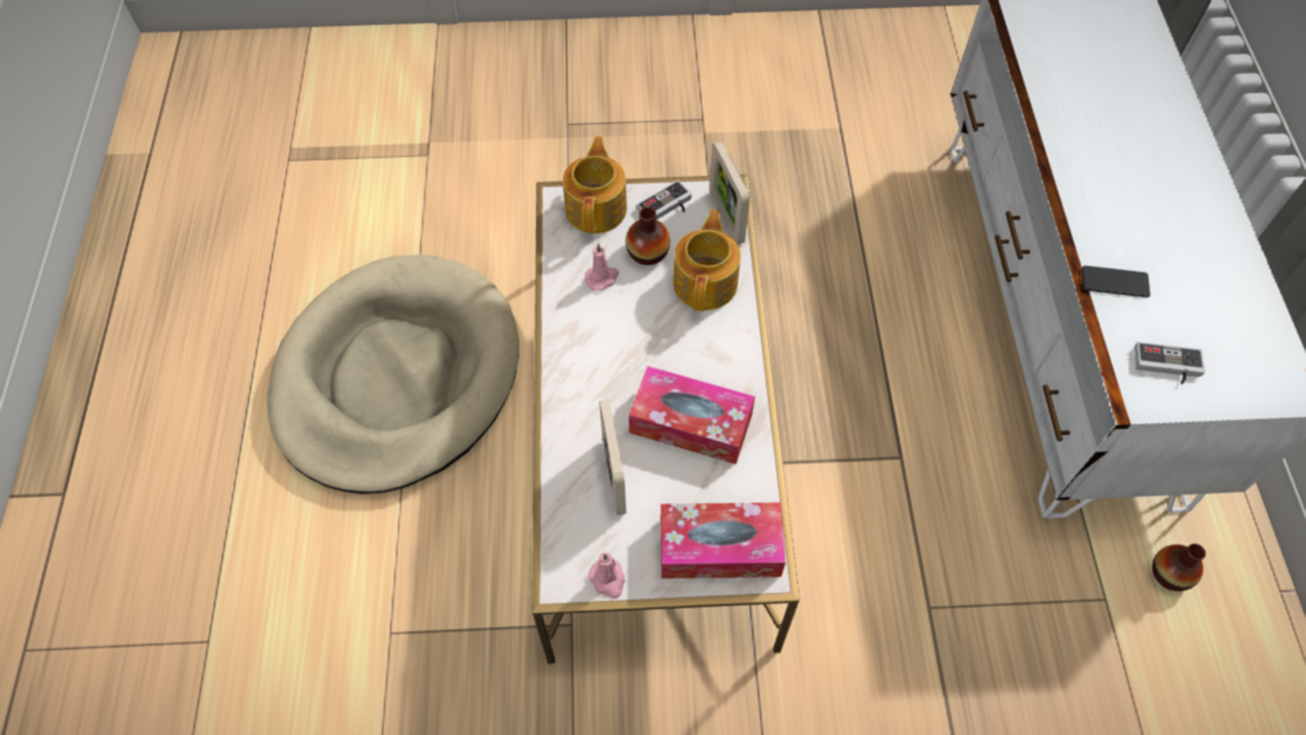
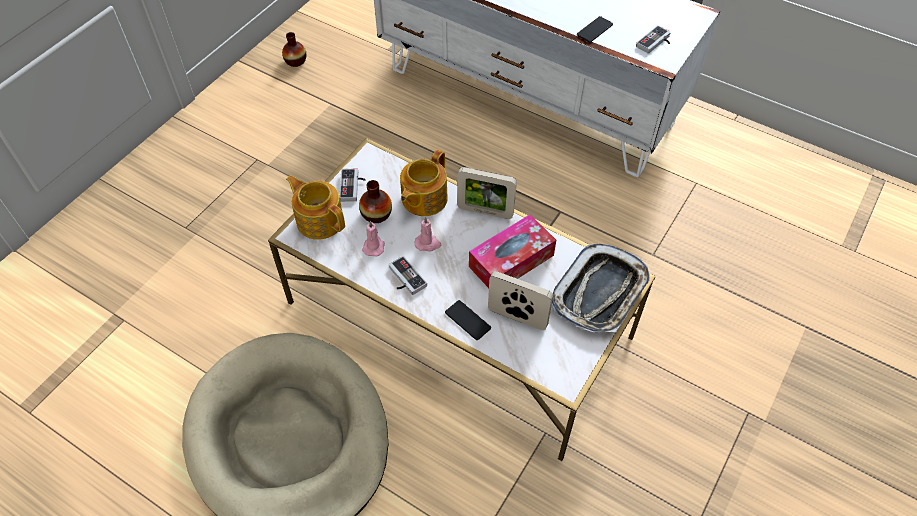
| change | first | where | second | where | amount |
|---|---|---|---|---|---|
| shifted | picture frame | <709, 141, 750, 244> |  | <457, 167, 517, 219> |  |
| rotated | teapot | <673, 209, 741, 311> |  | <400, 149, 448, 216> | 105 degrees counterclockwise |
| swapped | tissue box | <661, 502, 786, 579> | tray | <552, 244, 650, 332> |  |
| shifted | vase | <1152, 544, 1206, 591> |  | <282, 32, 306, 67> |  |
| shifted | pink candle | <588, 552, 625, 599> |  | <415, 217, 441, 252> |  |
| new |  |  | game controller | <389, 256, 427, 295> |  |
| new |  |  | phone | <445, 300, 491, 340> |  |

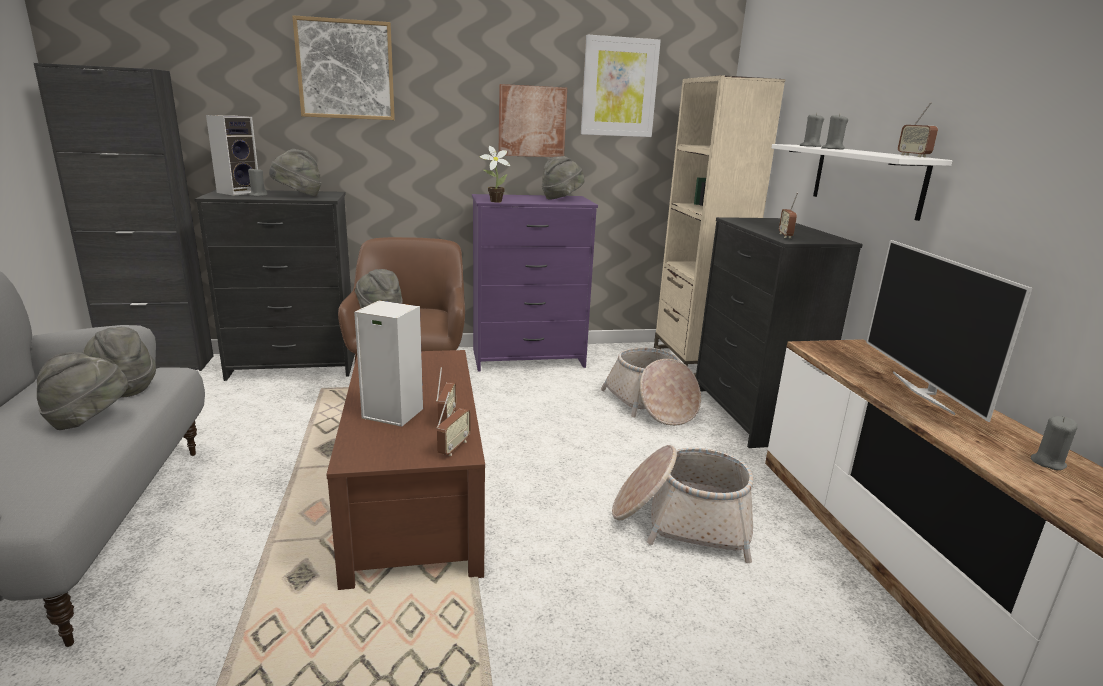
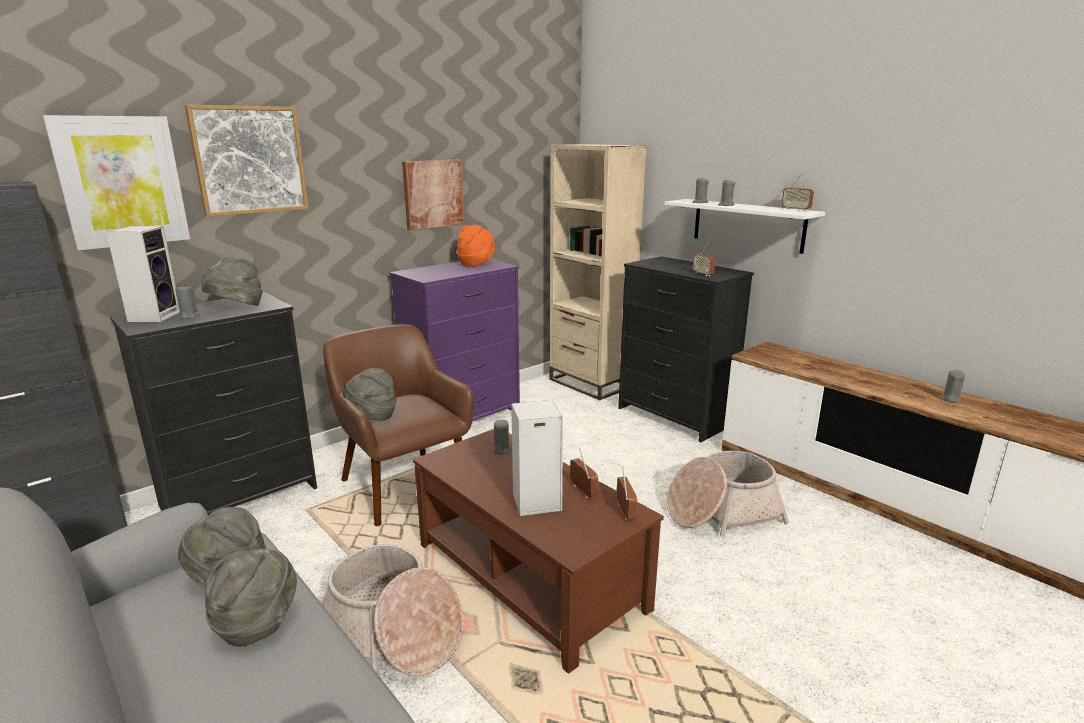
| change | first | where | second | where | amount |
|---|---|---|---|---|---|
| shifted | picture | <581, 35, 661, 137> |  | <43, 115, 190, 251> |  |
| gone | potted plant | <480, 146, 510, 202> |  |  |  |
| repainted | grey hat | <542, 156, 585, 200> | orange hat | <457, 225, 495, 267> |  |
| gone | television | <866, 240, 1032, 422> |  |  |  |
| shifted | basket | <601, 348, 701, 426> |  | <321, 544, 464, 676> |  |
| new |  |  | grey candle | <492, 420, 511, 454> |  |

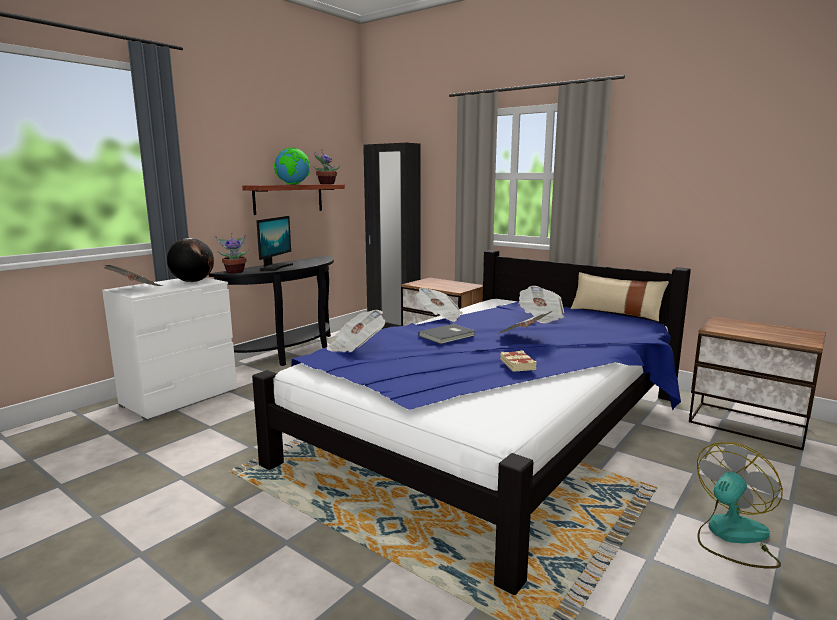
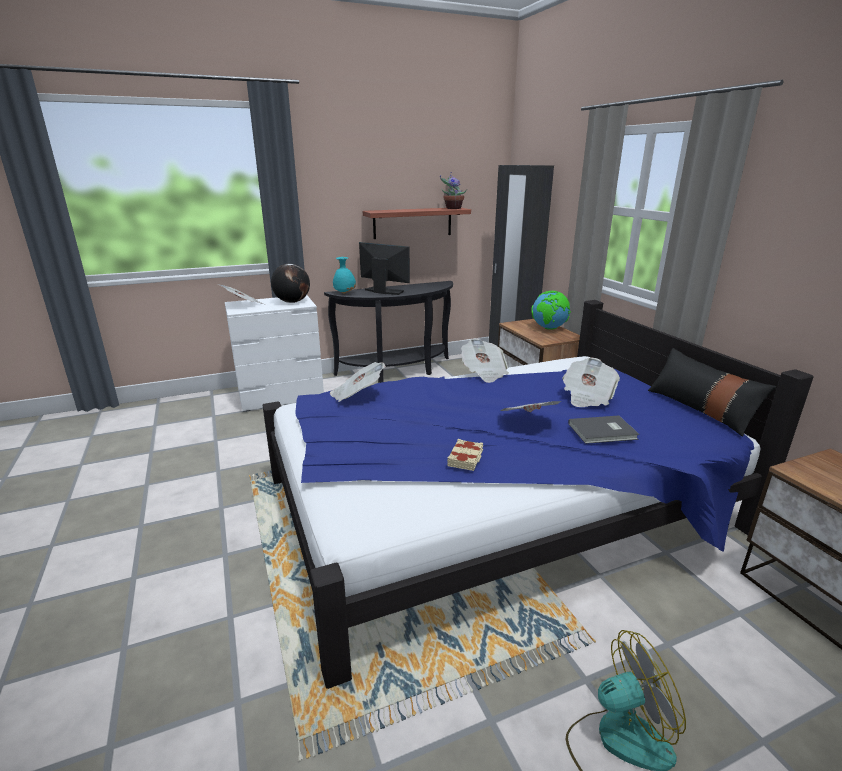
| change | first | where | second | where | amount |
|---|---|---|---|---|---|
| shifted | globe | <274, 148, 310, 185> |  | <531, 291, 571, 330> |  |
| rotated | monitor | <256, 216, 293, 271> |  | <359, 242, 410, 295> | 105 degrees counterclockwise |
| swapped | potted plant | <216, 233, 249, 273> | turquoise vase | <333, 257, 356, 294> |  |
| repainted | beige pillow | <570, 272, 669, 322> | black pillow | <648, 348, 776, 436> |  |
| shifted | grey book | <418, 324, 476, 344> |  | <568, 416, 639, 444> |  |

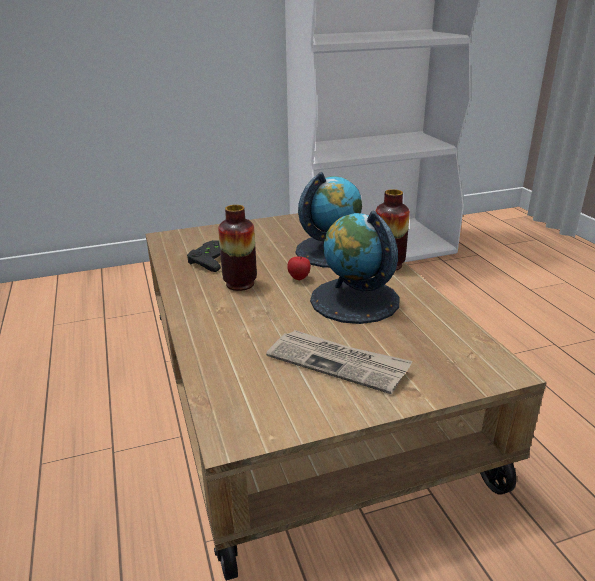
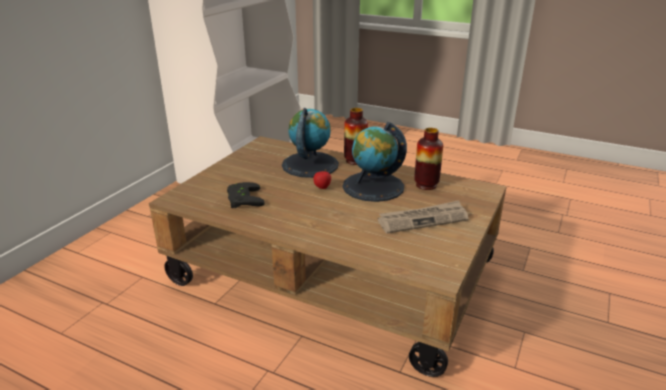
| change | first | where | second | where | amount |
|---|---|---|---|---|---|
| shifted | vase | <218, 205, 257, 291> |  | <414, 128, 443, 190> |  |

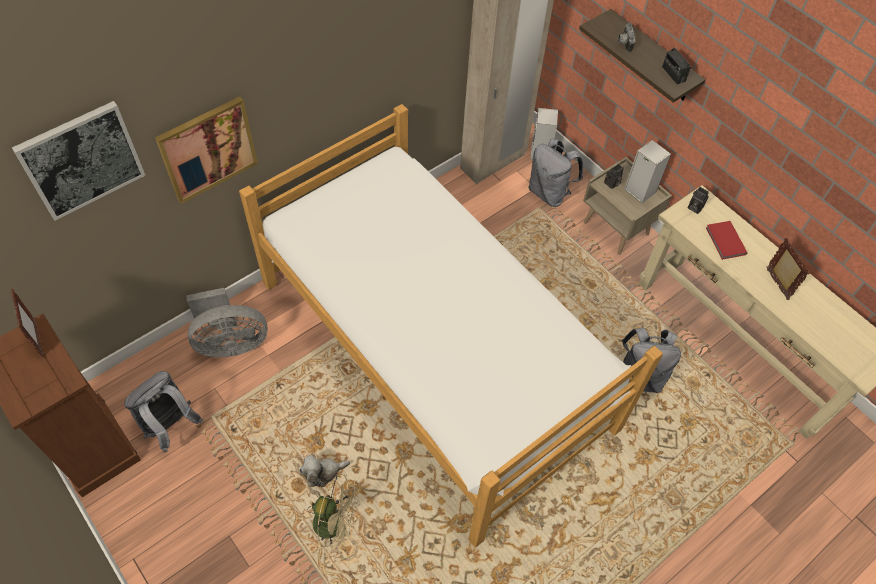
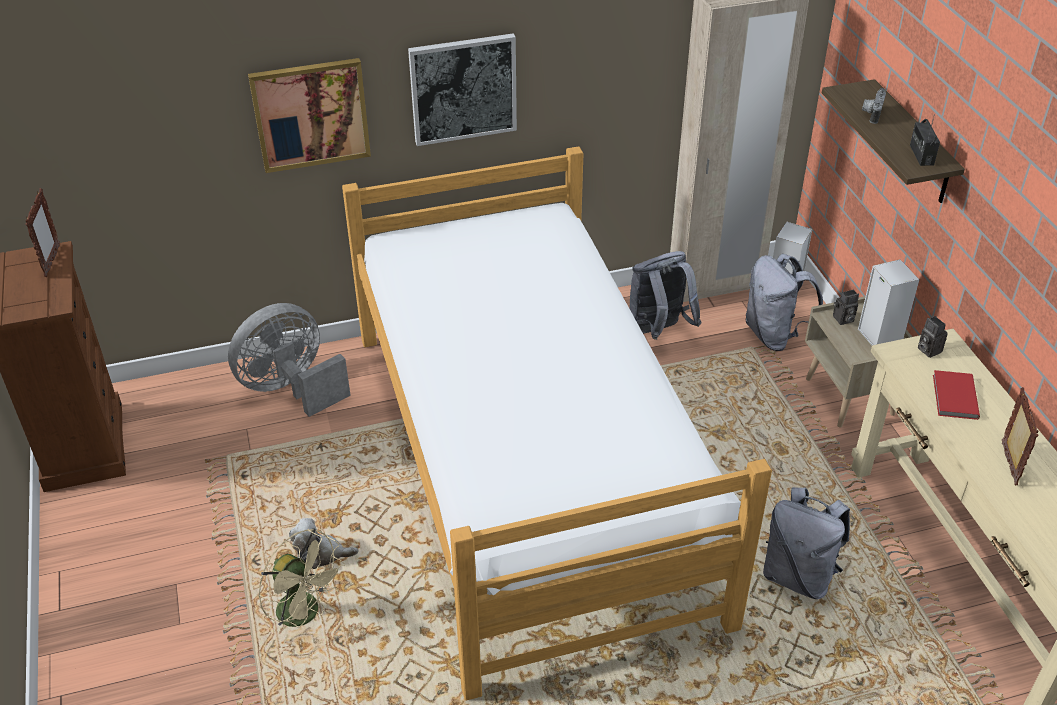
| change | first | where | second | where | amount |
|---|---|---|---|---|---|
| shifted | picture | <12, 101, 145, 221> |  | <408, 33, 517, 146> |  |
| rotated | grey fan | <186, 288, 268, 357> |  | <228, 303, 351, 417> | 135 degrees clockwise |
| shifted | grey backpack | <124, 371, 203, 453> |  | <629, 251, 701, 340> |  |

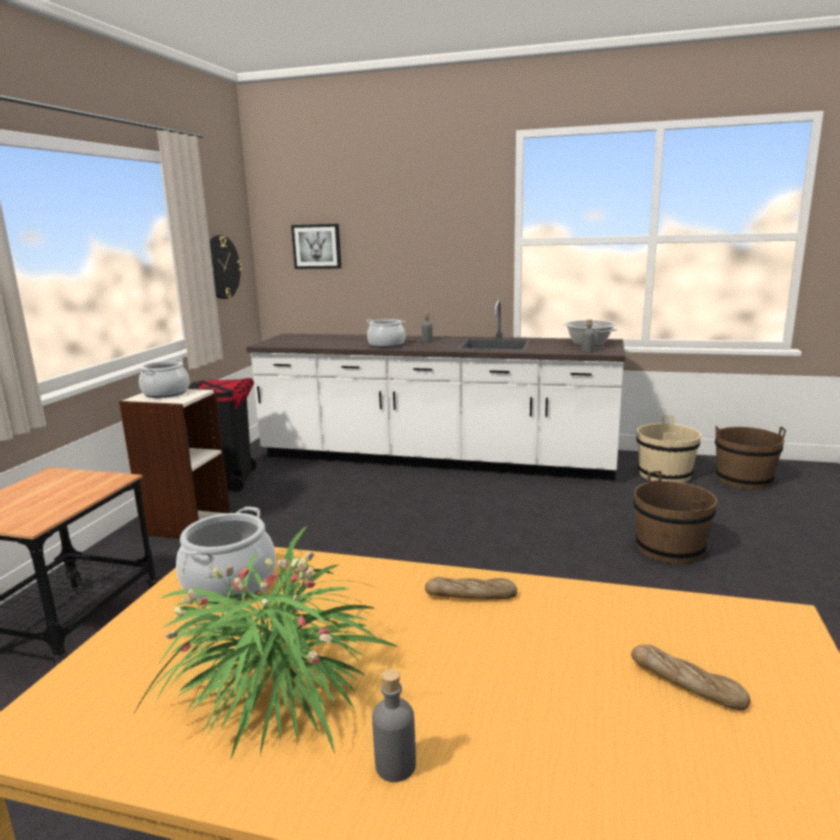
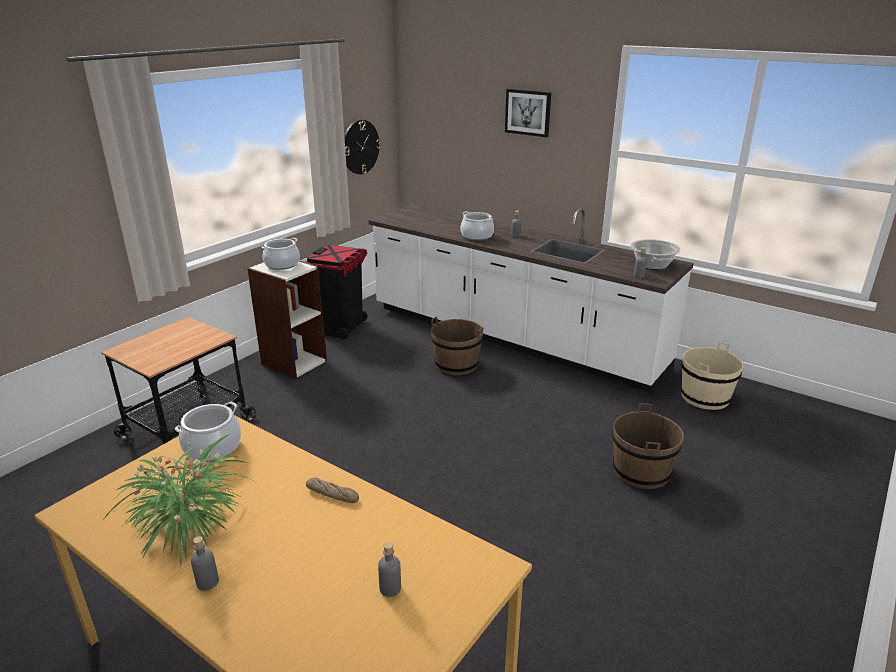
| change | first | where | second | where | amount |
|---|---|---|---|---|---|
| shifted | picture | <291, 224, 341, 269> |  | <505, 89, 551, 137> |  |
| shifted | brown bucket | <715, 426, 786, 489> |  | <431, 316, 484, 375> |  |
| swapped | bread | <631, 644, 750, 710> | grey bottle | <378, 542, 401, 597> |  |

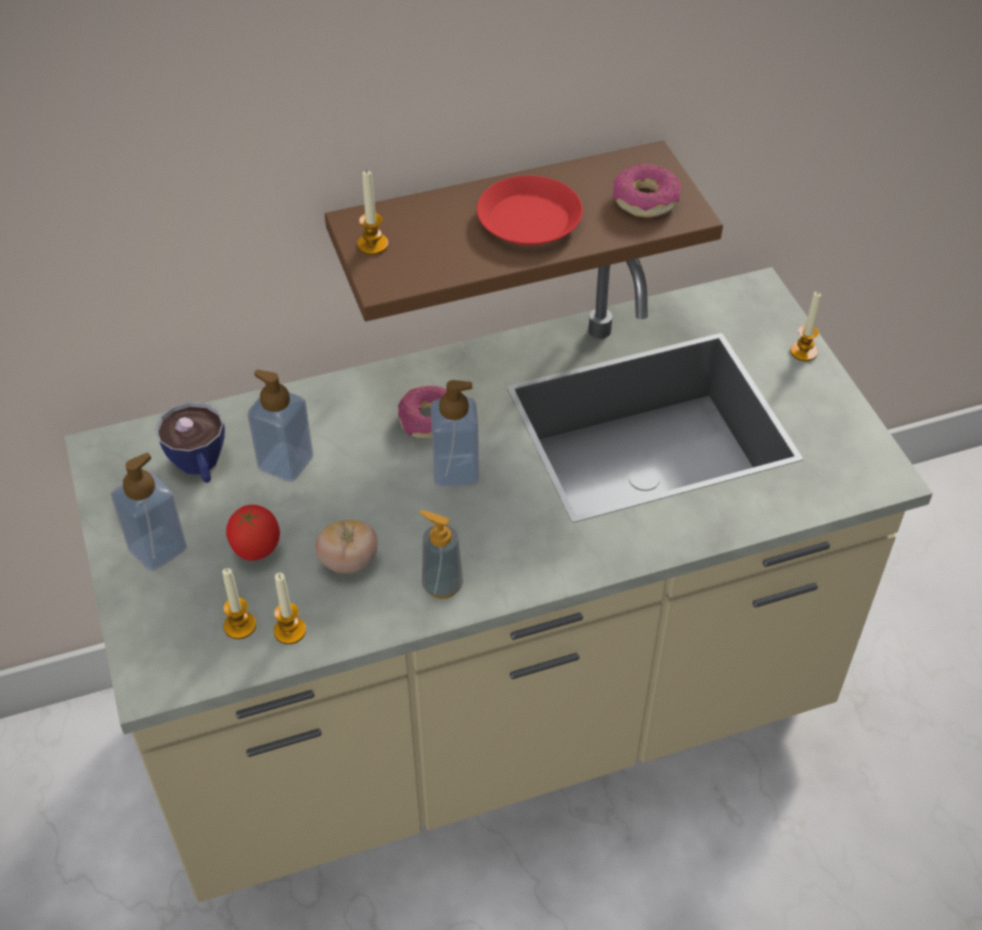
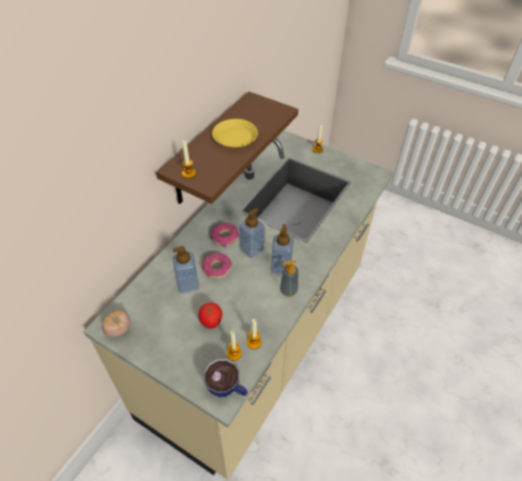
| change | first | where | second | where | amount |
|---|---|---|---|---|---|
| shifted | donut | <613, 164, 681, 217> |  | <202, 253, 232, 279> |  |
| repainted | red plate | <477, 175, 583, 246> | yellow plate | <212, 119, 258, 148> |  |
| shifted | cup | <155, 402, 225, 483> |  | <204, 358, 248, 397> |  |
| shifted | soap dispenser | <111, 453, 187, 571> |  | <271, 224, 294, 274> |  |
| shifted | tomato | <315, 520, 378, 574> |  | <102, 310, 130, 337> |  |

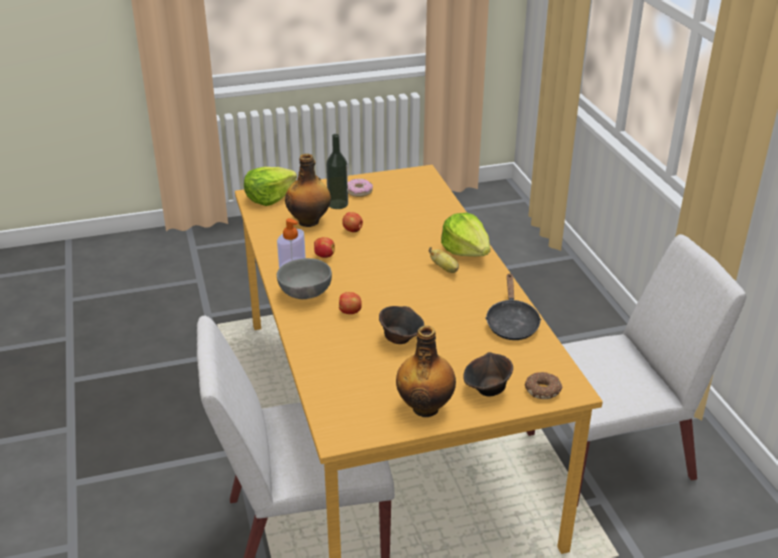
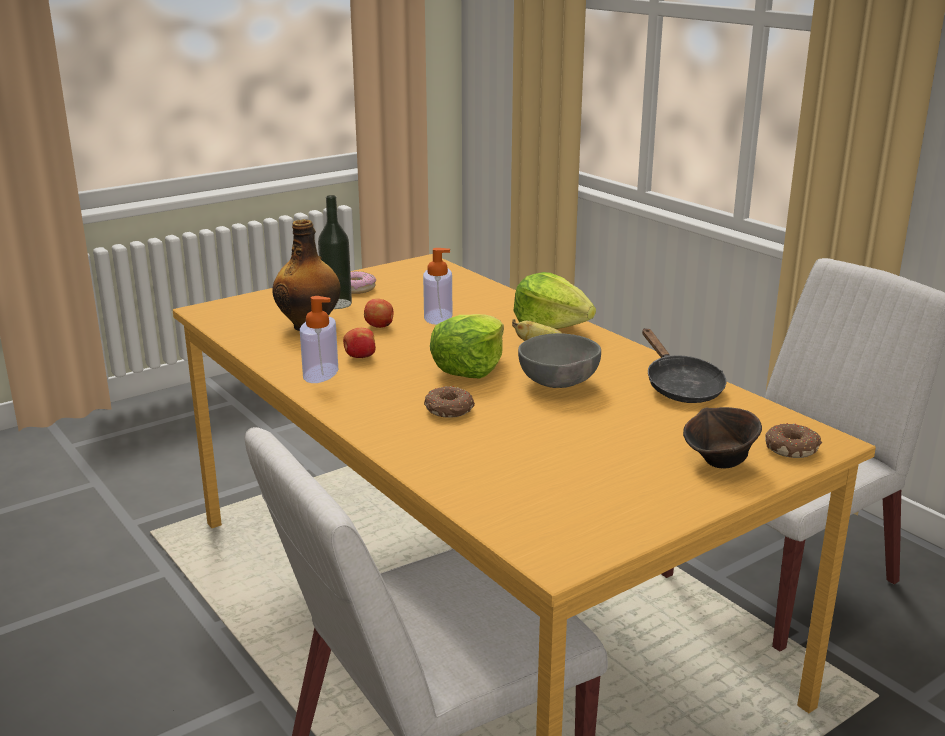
| change | first | where | second | where | amount |
|---|---|---|---|---|---|
| shifted | lettuce | <244, 167, 297, 206> |  | <430, 314, 504, 379> |  |
| shifted | grey bowl | <277, 258, 332, 299> |  | <518, 333, 601, 388> |  |
| swapped | apple | <339, 292, 362, 314> | donut | <424, 386, 475, 418> |  |
| gone | brown bowl | <379, 306, 424, 344> |  |  |  |
| gone | bottle | <396, 326, 456, 417> |  |  |  |
| new |  |  | soap dispenser | <423, 248, 452, 325> |  |

